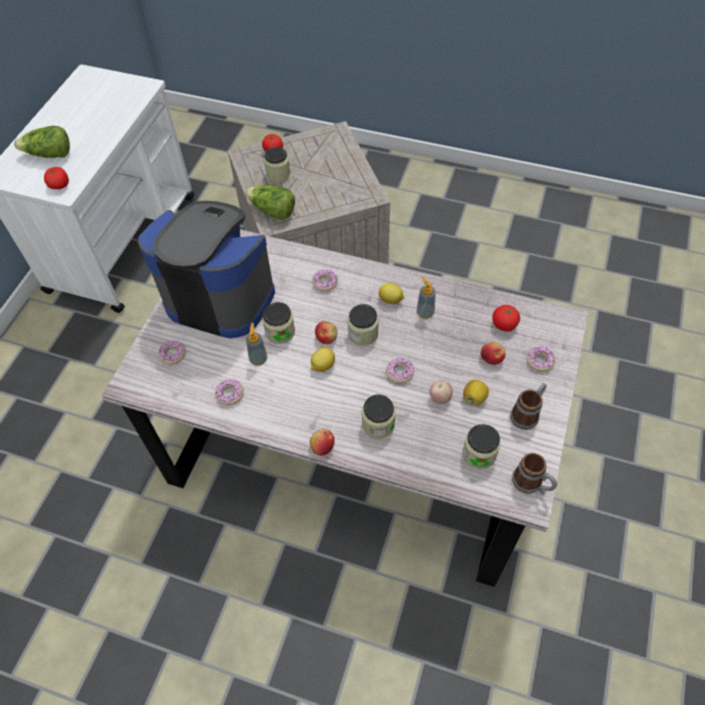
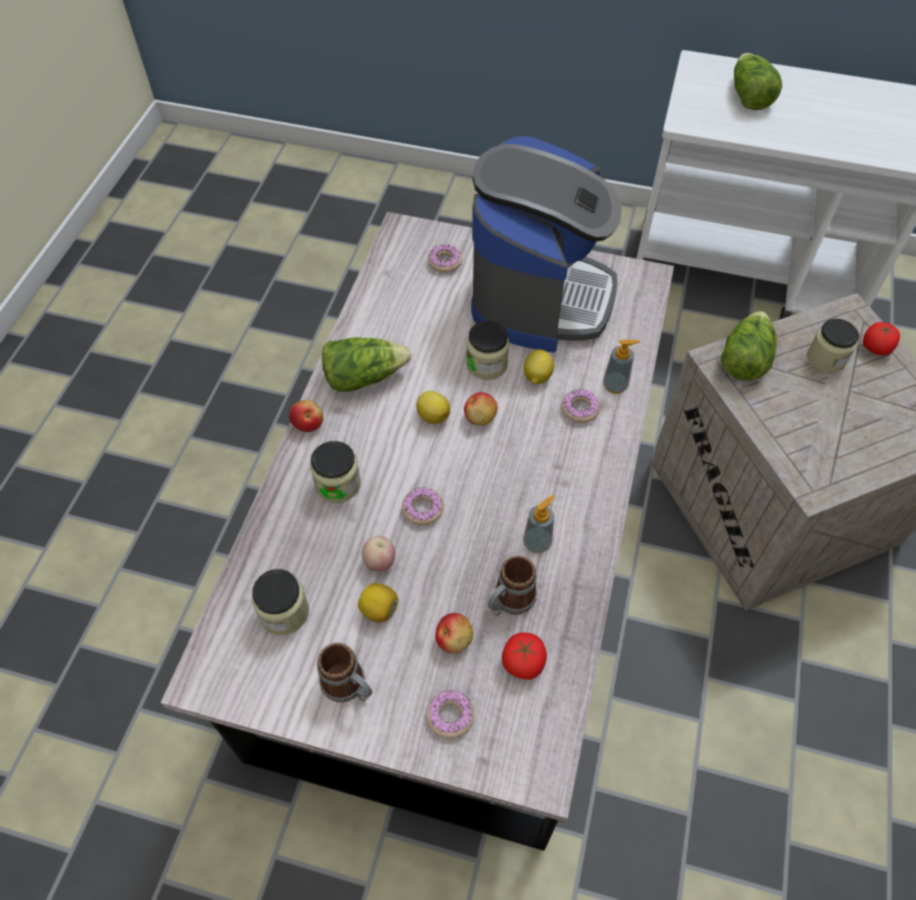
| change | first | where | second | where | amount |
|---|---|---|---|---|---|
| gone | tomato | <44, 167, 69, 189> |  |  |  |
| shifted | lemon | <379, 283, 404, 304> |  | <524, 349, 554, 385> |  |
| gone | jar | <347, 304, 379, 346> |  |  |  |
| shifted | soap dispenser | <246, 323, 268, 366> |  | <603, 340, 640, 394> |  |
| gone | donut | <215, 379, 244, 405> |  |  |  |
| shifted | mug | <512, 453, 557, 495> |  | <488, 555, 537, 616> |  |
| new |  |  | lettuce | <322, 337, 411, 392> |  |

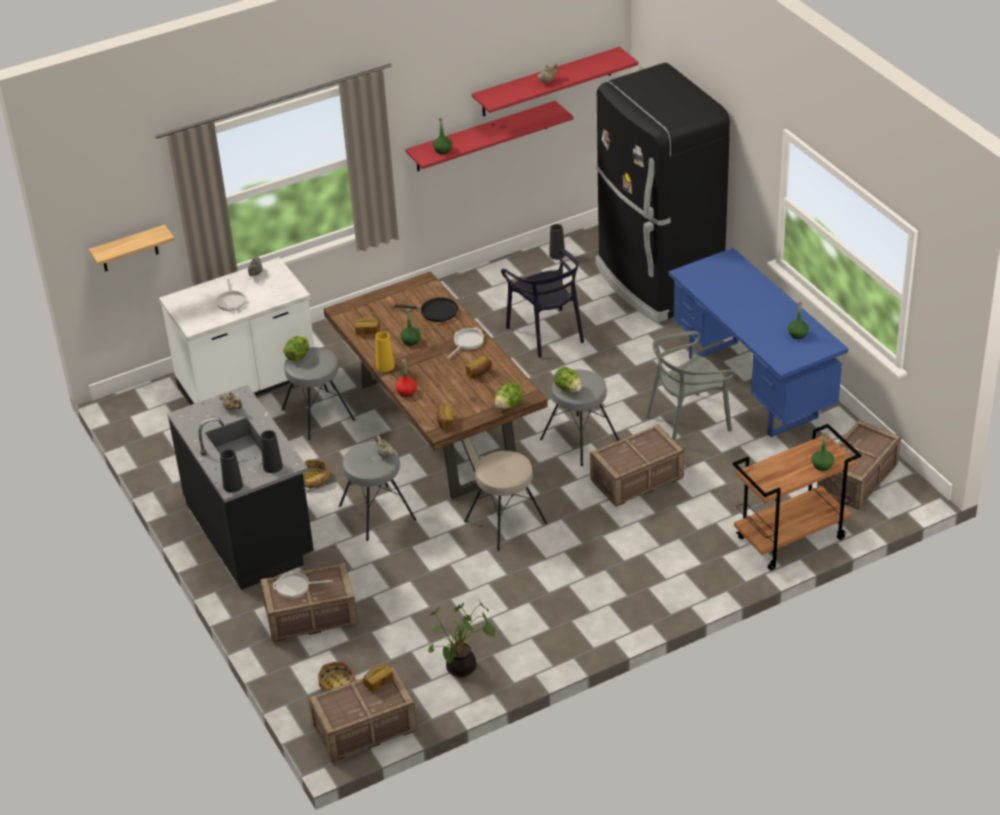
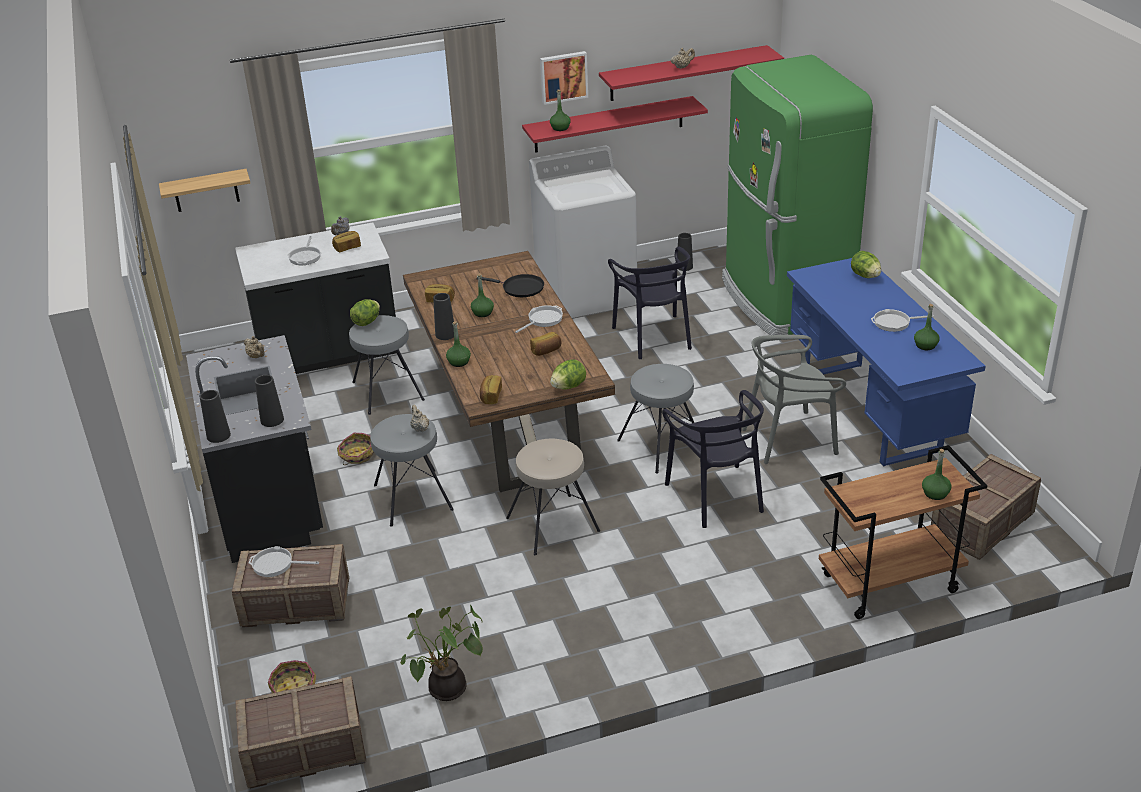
| change | first | where | second | where | amount |
|---|---|---|---|---|---|
| repainted | black fridge | <595, 63, 730, 323> | green fridge | <722, 55, 873, 335> |  |
| repainted | white counter | <159, 257, 314, 405> | black counter | <235, 223, 396, 374> |  |
| repainted | yellow vase | <375, 331, 395, 372> | black vase | <433, 293, 454, 340> |  |
| repainted | red bottle | <396, 359, 417, 397> | green bottle | <446, 321, 471, 367> |  |
| shifted | lettuce | <554, 367, 582, 392> |  | <851, 251, 881, 278> |  |
| swapped | crate | <590, 424, 684, 507> | black chair | <662, 390, 764, 528> |  |
| shifted | bread | <363, 664, 394, 692> |  | <332, 231, 361, 253> |  |
| new |  |  | picture | <540, 51, 588, 105> |  |
| new |  |  | white washing machine | <529, 146, 637, 318> |  |
| new |  |  | frying pan | <871, 309, 934, 332> |  |

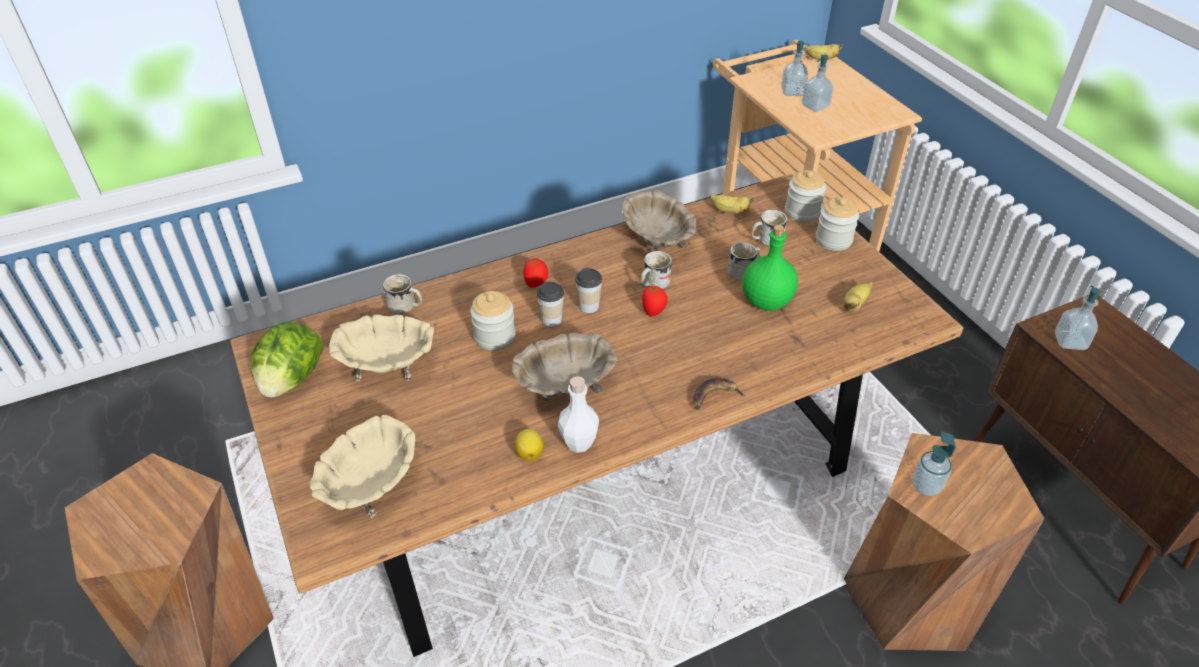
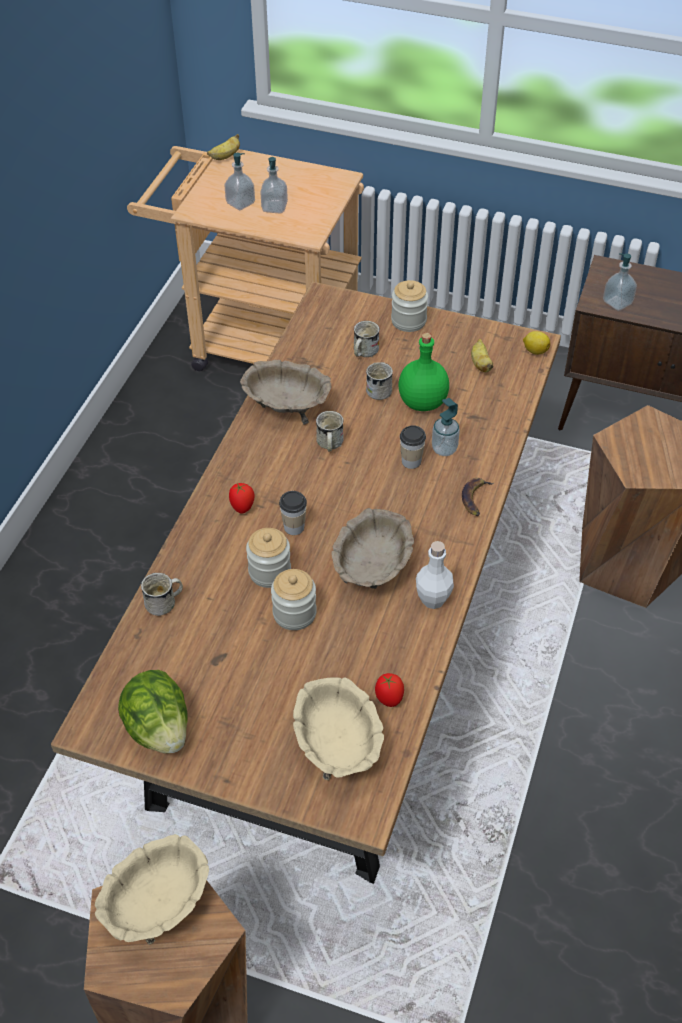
| change | first | where | second | where | amount |
|---|---|---|---|---|---|
| shifted | jar | <785, 170, 826, 222> |  | <271, 569, 317, 630> |  |
| gone | banana | <710, 194, 754, 214> |  |  |  |
| shifted | cup | <575, 268, 602, 313> |  | <400, 425, 426, 469> |  |
| shifted | tomato | <642, 286, 668, 316> |  | <375, 673, 404, 707> |  |
| shifted | beige bowl | <329, 314, 434, 382> |  | <95, 834, 209, 945> |  |
| shifted | lemon | <515, 429, 544, 461> |  | <523, 331, 550, 355> |  |
| shifted | soap dispenser | <912, 432, 956, 496> |  | <432, 398, 460, 456> |  |

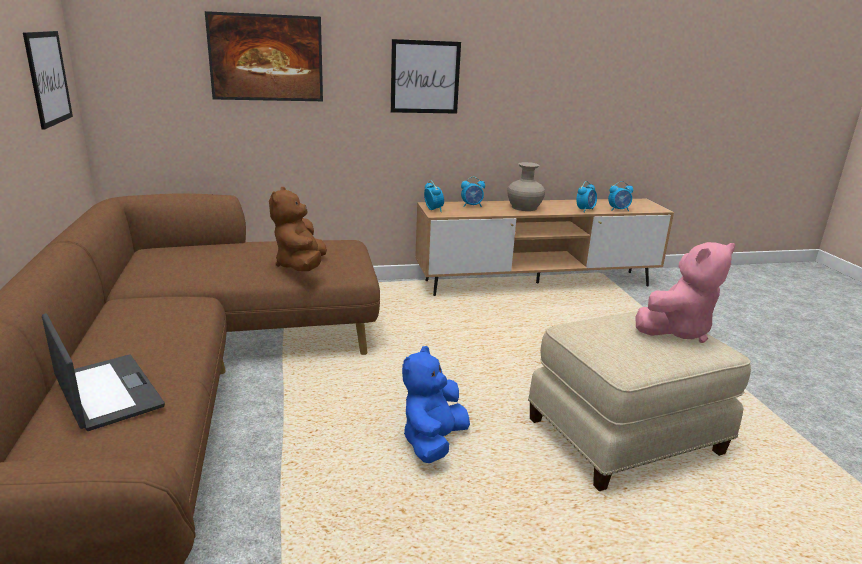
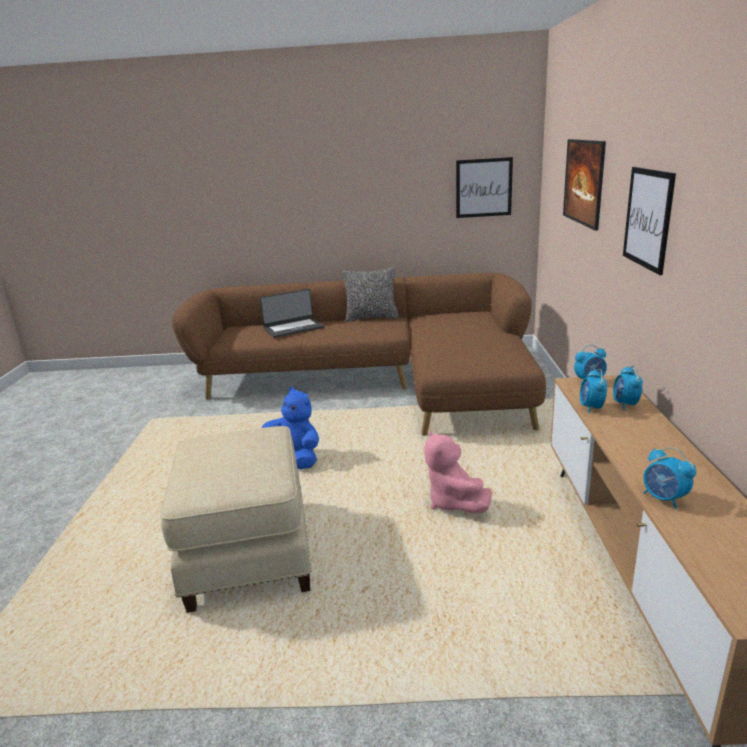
| change | first | where | second | where | amount |
|---|---|---|---|---|---|
| gone | beige vase | <507, 162, 545, 211> |  |  |  |
| shifted | alarm clock | <608, 181, 633, 211> |  | <580, 369, 607, 413> |  |
| gone | brown plush toy | <269, 187, 327, 271> |  |  |  |
| shifted | pink plush toy | <635, 242, 735, 343> |  | <424, 430, 492, 513> |  |
| new |  |  | pillow | <342, 267, 399, 322> |  |

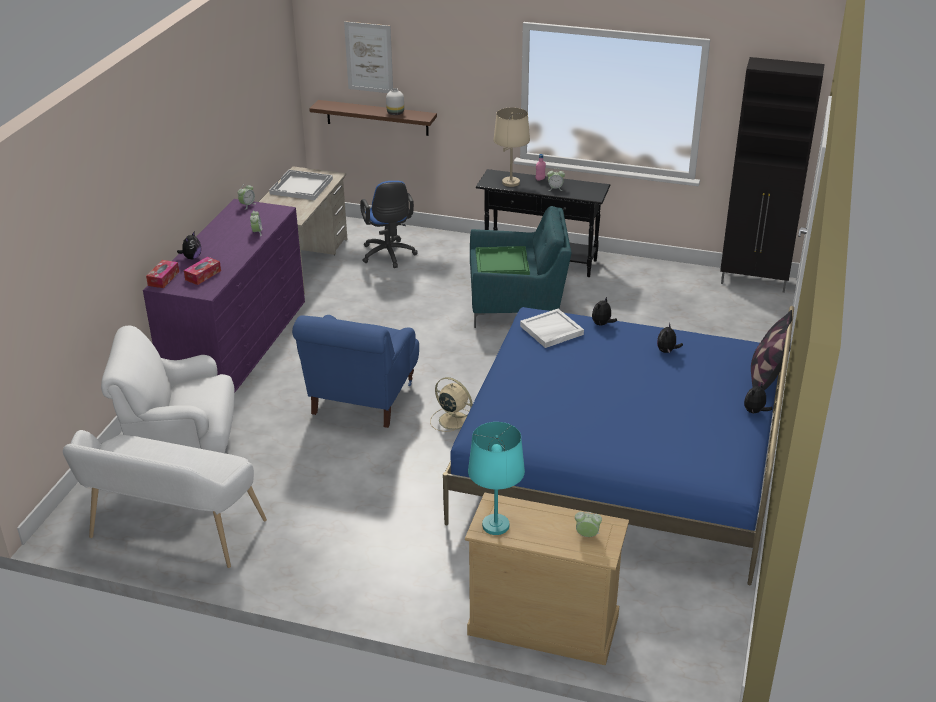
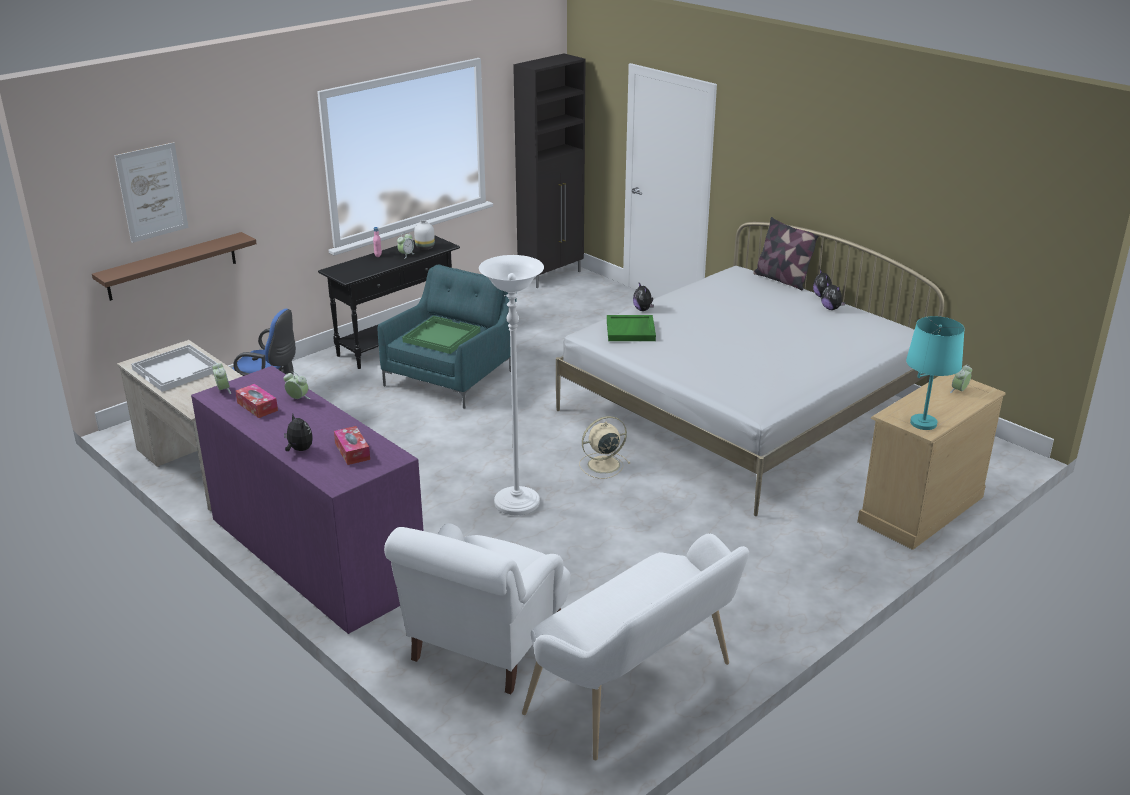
| change | first | where | second | where | amount |
|---|---|---|---|---|---|
| shifted | white vase | <386, 88, 404, 115> |  | <414, 220, 435, 250> |  |
| gone | beige table lamp | <493, 107, 530, 187> |  |  |  |
| shifted | tissue box | <146, 260, 179, 288> |  | <235, 384, 278, 418> |  |
| repainted | blue bed | <443, 306, 794, 585> | white bed | <556, 222, 944, 516> |  |
| repainted | white tray | <520, 309, 584, 348> | green tray | <607, 315, 656, 341> |  |
| swapped | blue armchair | <292, 315, 419, 428> | white floor lamp | <479, 255, 544, 515> |  |
| shifted | plush toy | <657, 322, 683, 353> |  | <821, 282, 846, 310> |  |

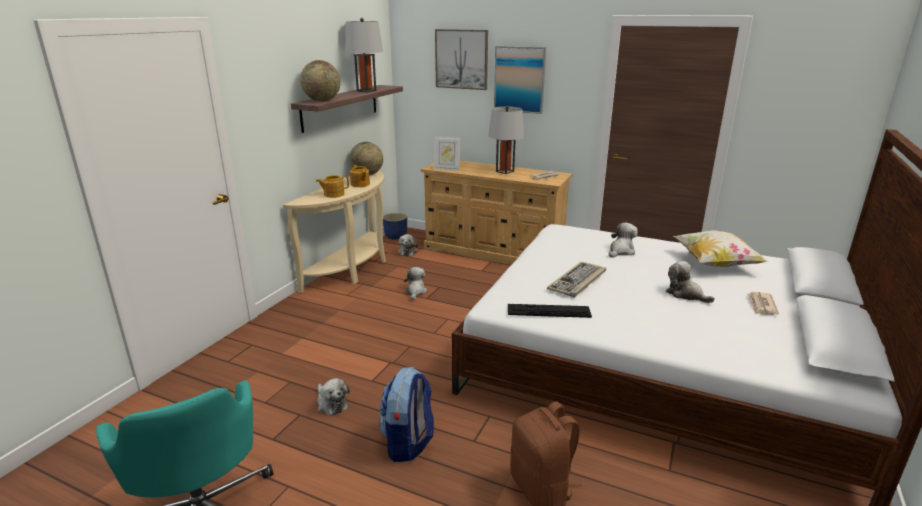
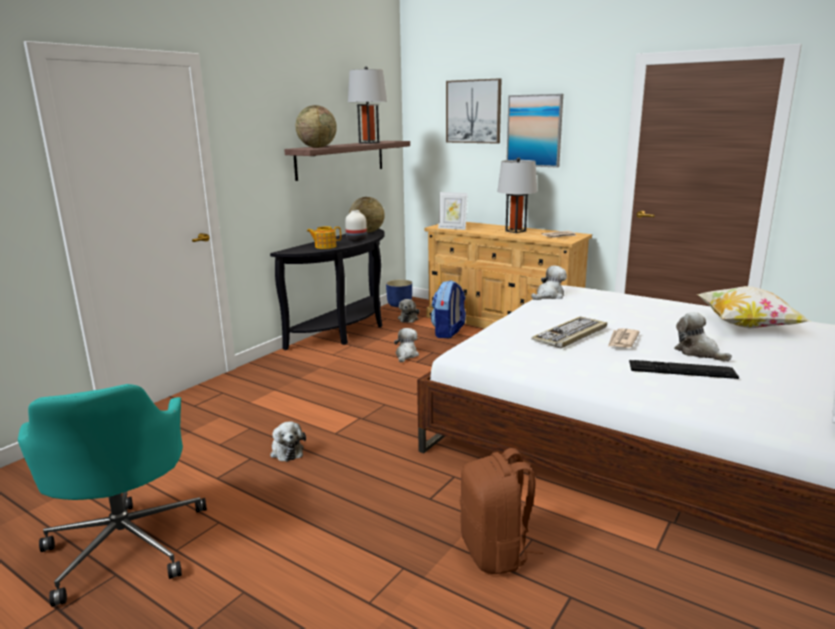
| change | first | where | second | where | amount |
|---|---|---|---|---|---|
| swapped | teapot | <350, 165, 370, 187> | white vase | <345, 210, 367, 241> |  |
| repainted | beige console table | <283, 171, 386, 293> | black console table | <270, 228, 385, 350> |  |
| shifted | plush toy | <609, 223, 638, 258> |  | <531, 265, 567, 300> |  |
| shifted | newspaper | <747, 292, 779, 315> |  | <608, 328, 640, 348> |  |
| shifted | keyboard | <508, 304, 592, 318> |  | <629, 360, 739, 379> |  |
| shifted | backpack | <379, 367, 434, 462> |  | <431, 280, 466, 338> |  |

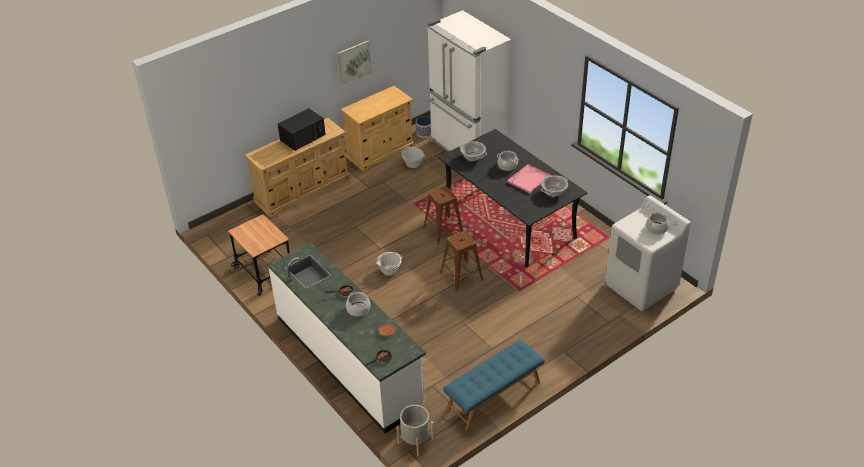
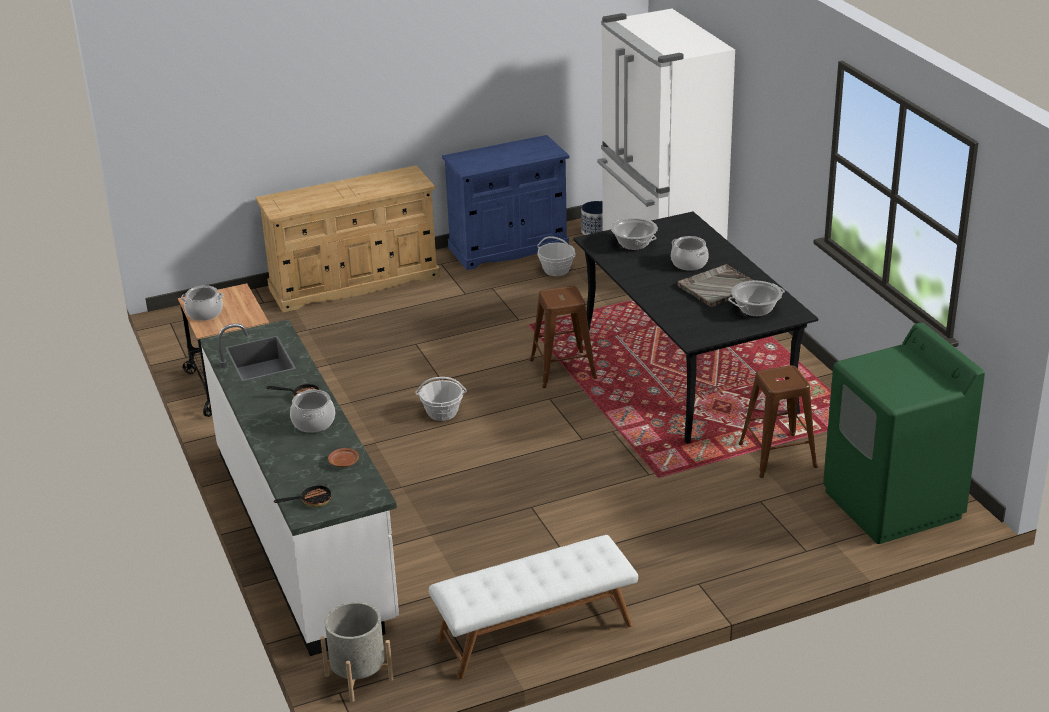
| change | first | where | second | where | amount |
|---|---|---|---|---|---|
| gone | picture | <337, 41, 372, 86> |  |  |  |
| repainted | beige cabinet | <341, 86, 414, 171> | blue cabinet | <442, 135, 569, 270> |  |
| gone | black microwave | <278, 108, 326, 151> |  |  |  |
| repainted | pink tray | <507, 164, 551, 194> | grey tray | <678, 264, 755, 307> |  |
| repainted | white washing machine | <605, 195, 691, 311> | green washing machine | <823, 323, 985, 544> |  |
| shifted | cooking pot | <646, 212, 670, 235> |  | <181, 285, 224, 321> |  |
| shifted | brown stool | <440, 231, 483, 292> |  | <739, 365, 818, 478> |  |
| repainted | blue bench | <443, 339, 545, 431> | white bench | <429, 535, 638, 679> |  |

